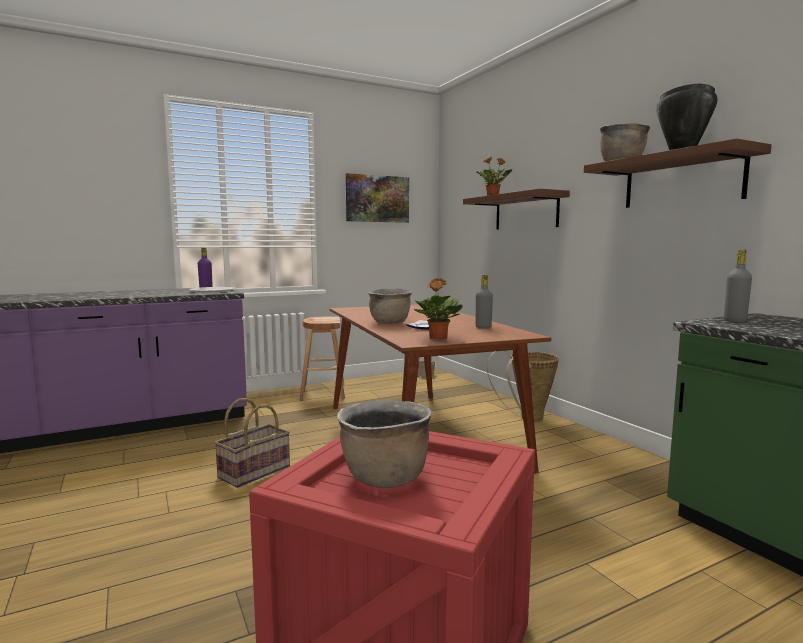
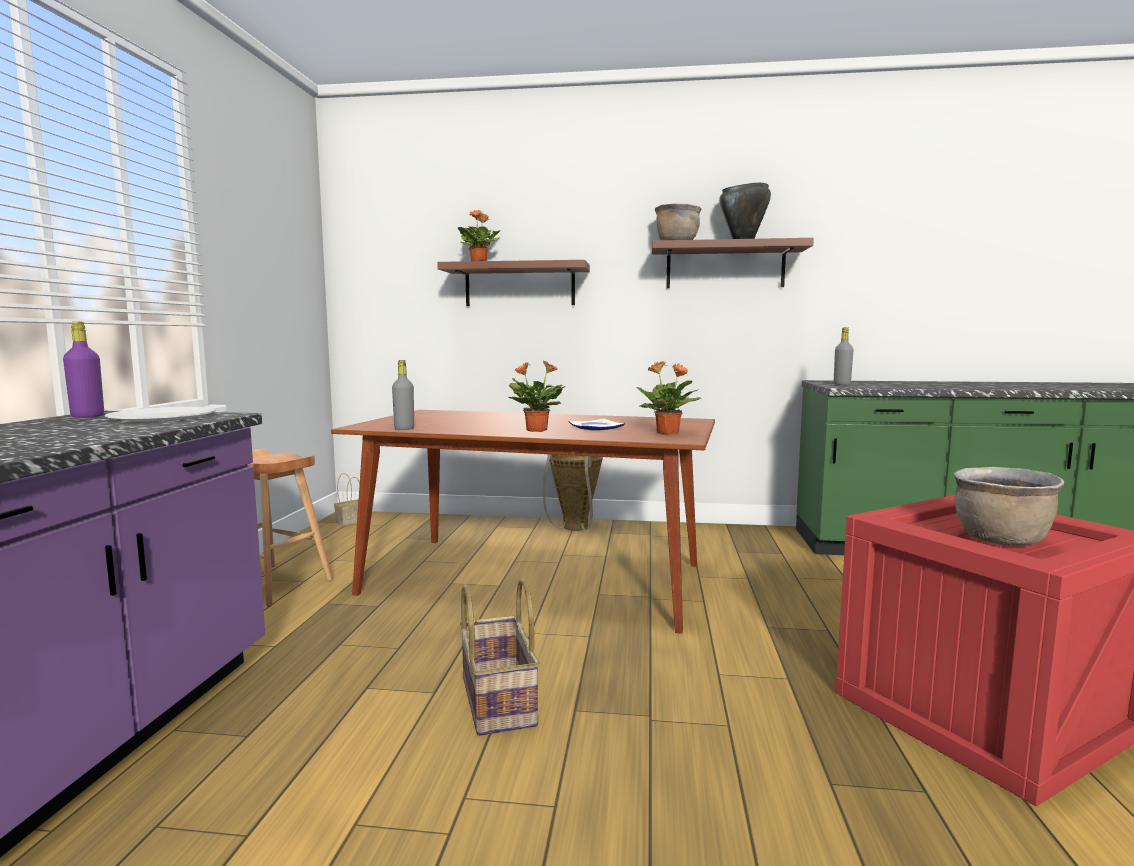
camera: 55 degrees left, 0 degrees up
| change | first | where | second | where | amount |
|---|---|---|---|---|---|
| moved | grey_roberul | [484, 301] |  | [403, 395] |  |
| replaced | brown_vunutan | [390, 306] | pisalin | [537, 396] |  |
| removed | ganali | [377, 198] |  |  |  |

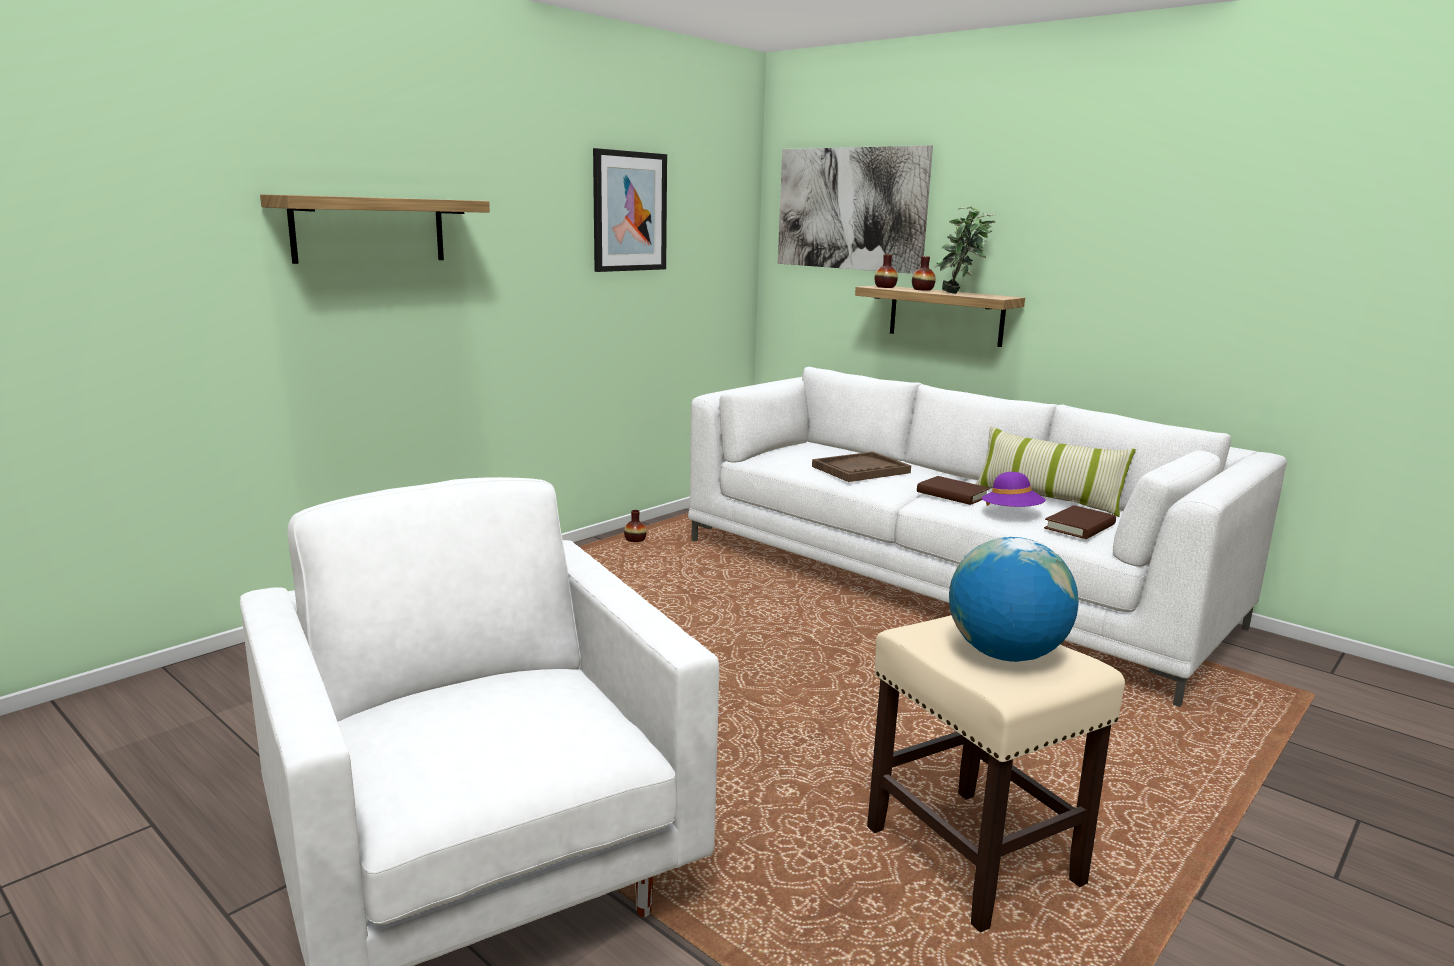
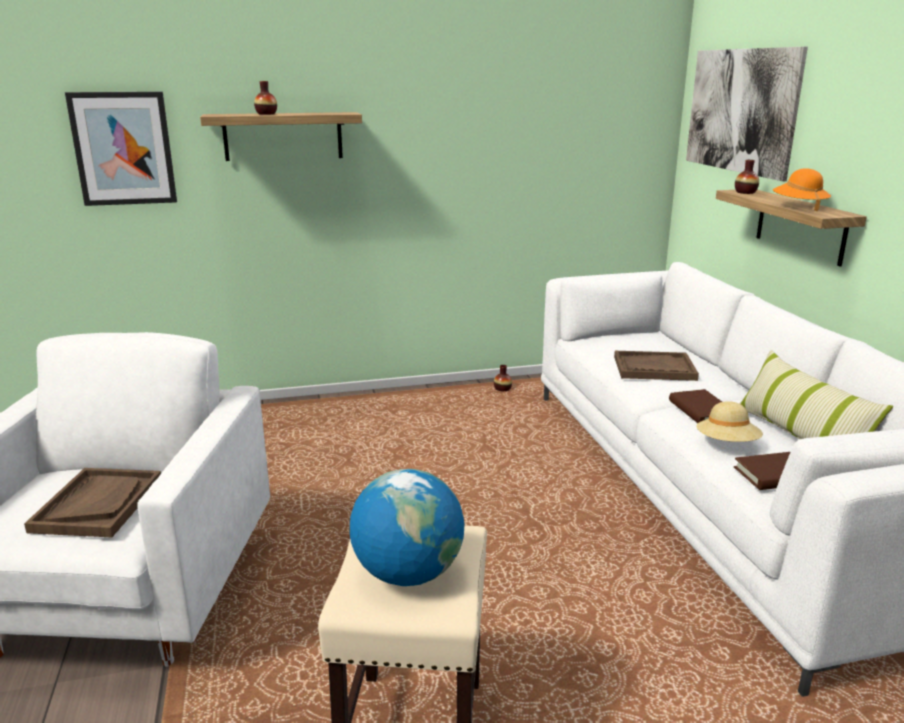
camera: 35 degrees right, 5 degrees up
| change | first | where | second | where | amount |
|---|---|---|---|---|---|
| added |  |  | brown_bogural | [92, 502] |  |
| moved | ganali | [630, 210] |  | [121, 149] |  |
| moved | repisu | [924, 273] |  | [265, 98] |  |
| recoloured | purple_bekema | [1014, 489] | beige_bekema | [730, 421] |  |
| replaced | pisalin | [964, 250] | orange_bekema | [802, 189] |  |

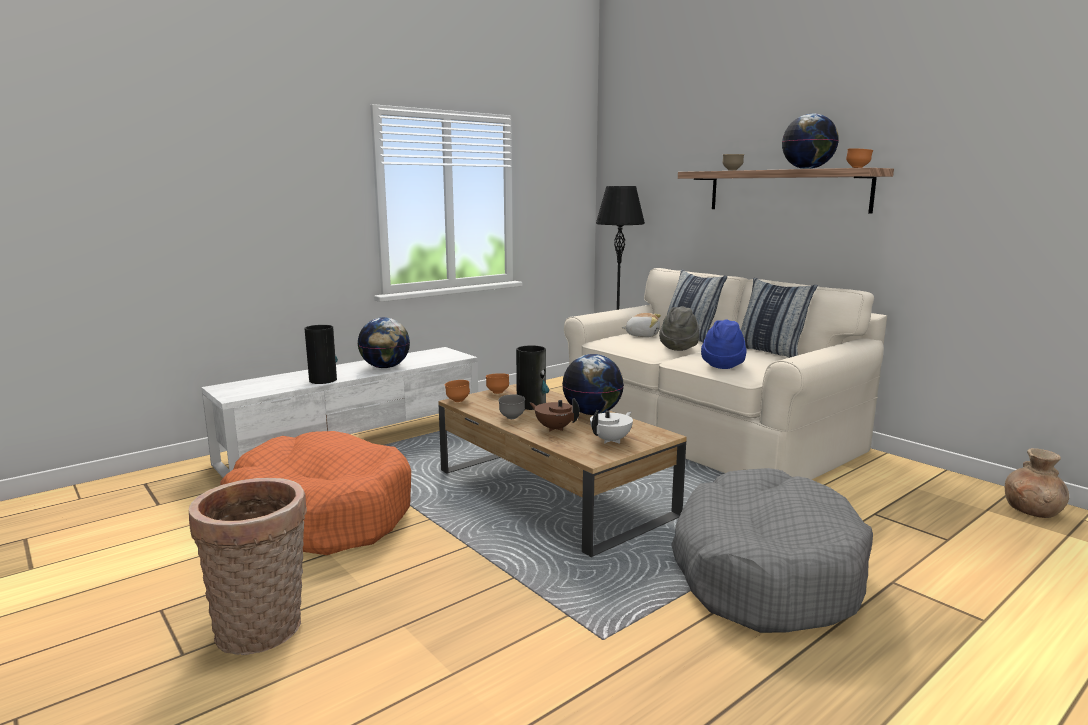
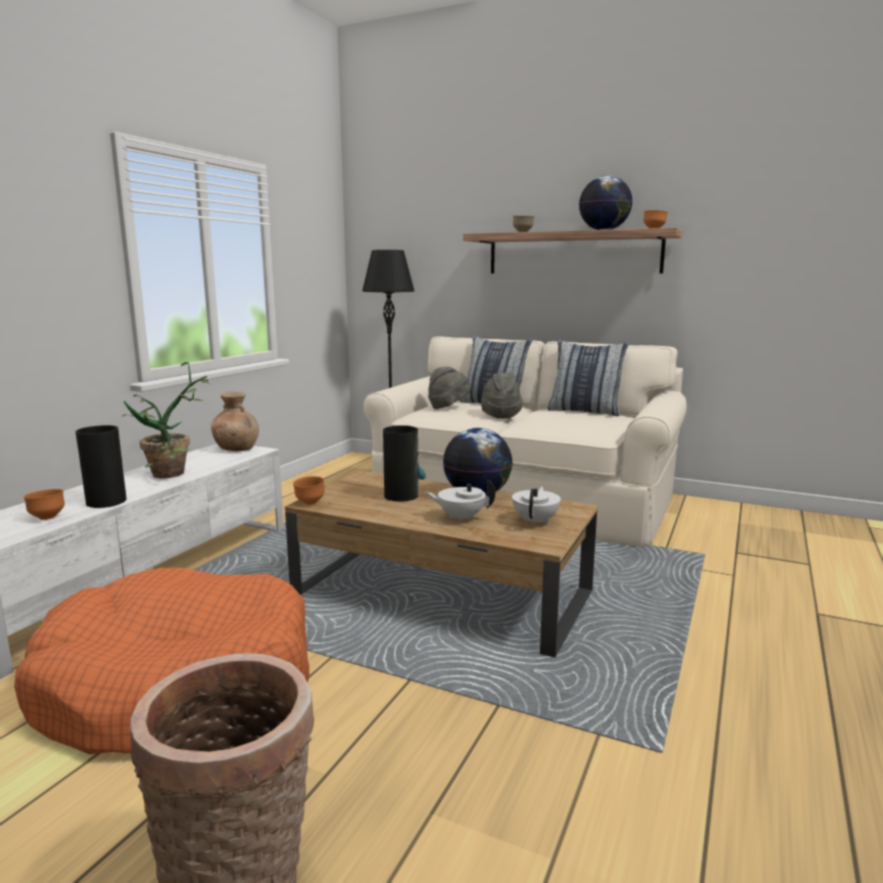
camera: 25 degrees left, 0 degrees up
| change | first | where | second | where | amount |
|---|---|---|---|---|---|
| moved | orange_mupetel | [497, 383] |  | [44, 504] |  |
| replaced | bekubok | [384, 342] | pisalin | [166, 420] |  |
| moved | brown_repisu | [1037, 483] |  | [235, 421] |  |
| recoloured | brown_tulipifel | [555, 414] | white_tulipifel | [460, 500] |  |
| replaced | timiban | [641, 325] | grey_bekema | [449, 388] |  |
| removed | grey_mupetel | [511, 406] |  |  |  |
| removed | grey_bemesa | [772, 550] |  |  |  |
| removed | blue_bekema | [724, 344] |  |  |  |

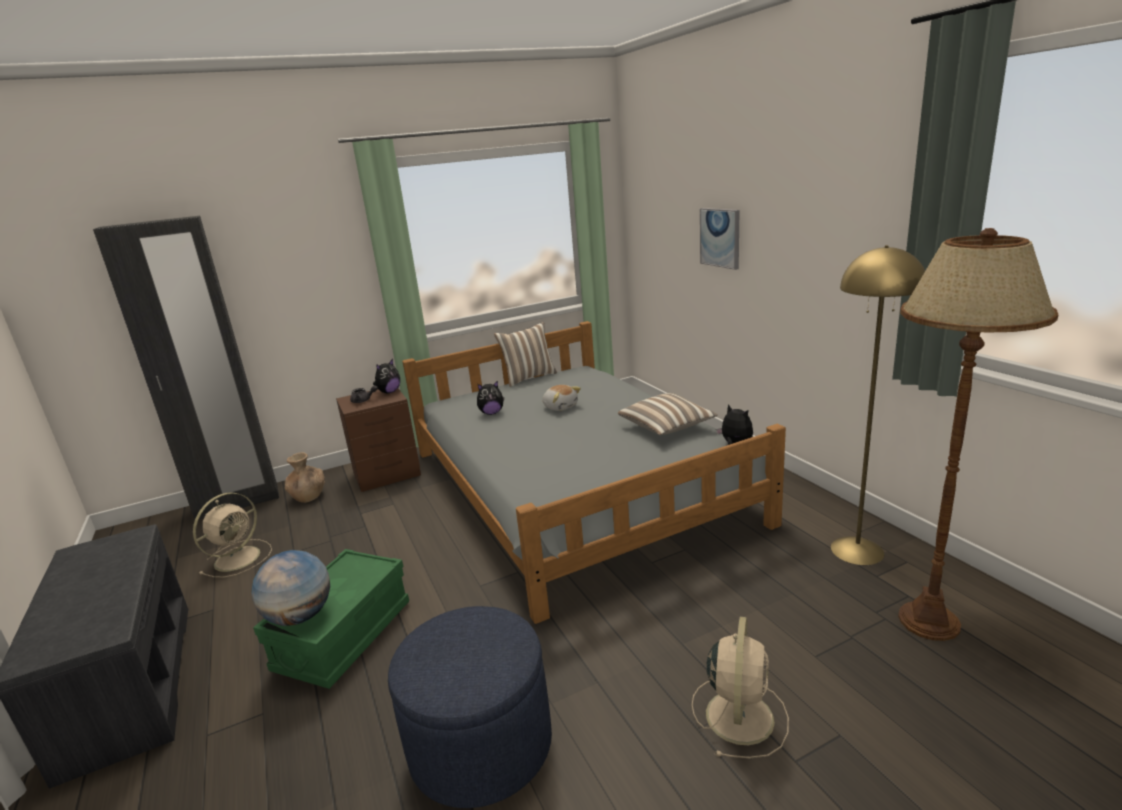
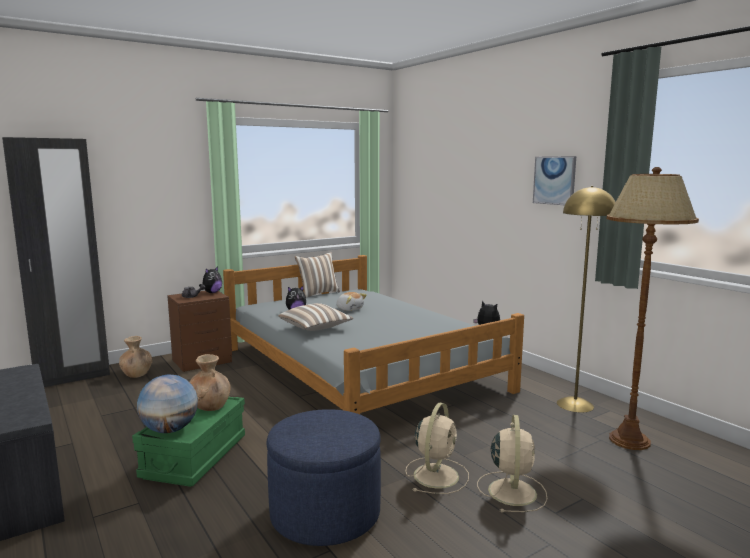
camera: 10 degrees left, 10 degrees down
| change | first | where | second | where | amount |
|---|---|---|---|---|---|
| added |  |  | brown_repisu | [210, 382] |  |
| moved | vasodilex | [668, 414] |  | [316, 317] |  |
| moved | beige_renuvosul | [232, 534] |  | [437, 448] |  |
| moved | ganali | [720, 239] |  | [554, 180] |  |

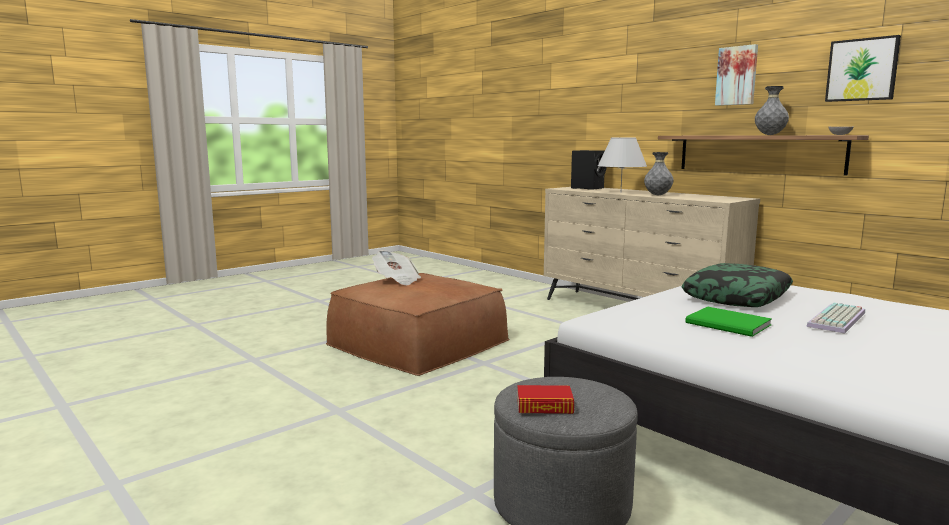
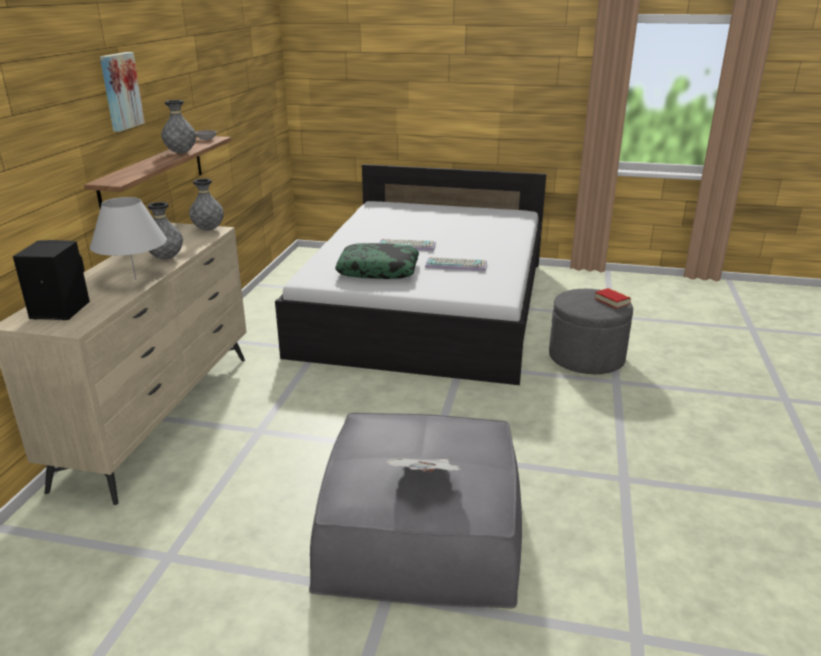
camera: 125 degrees left, 15 degrees up
| change | first | where | second | where | amount |
|---|---|---|---|---|---|
| added |  |  | grey_repisu | [206, 204] |  |
| recoloured | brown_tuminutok | [417, 324] | grey_tuminutok | [415, 510] |  |
| replaced | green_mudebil | [728, 322] | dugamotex | [456, 264] |  |
| removed | ganali | [863, 68] |  |  |  |

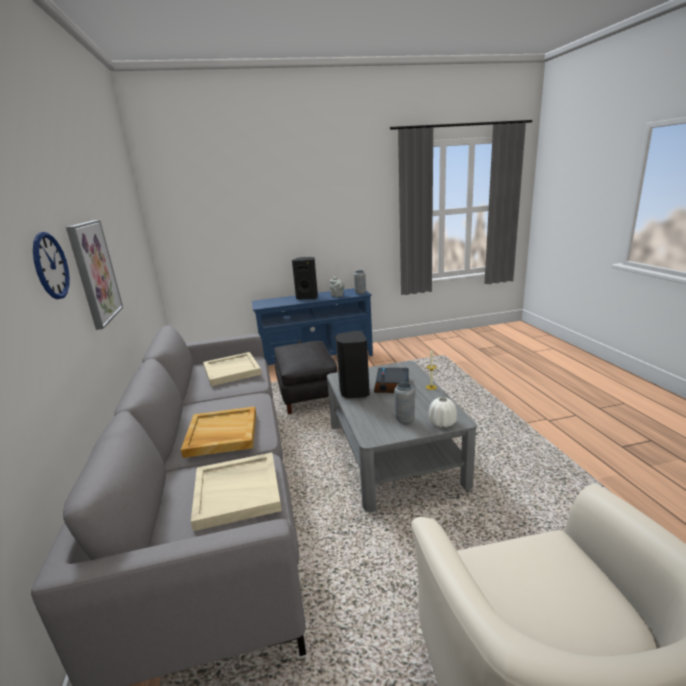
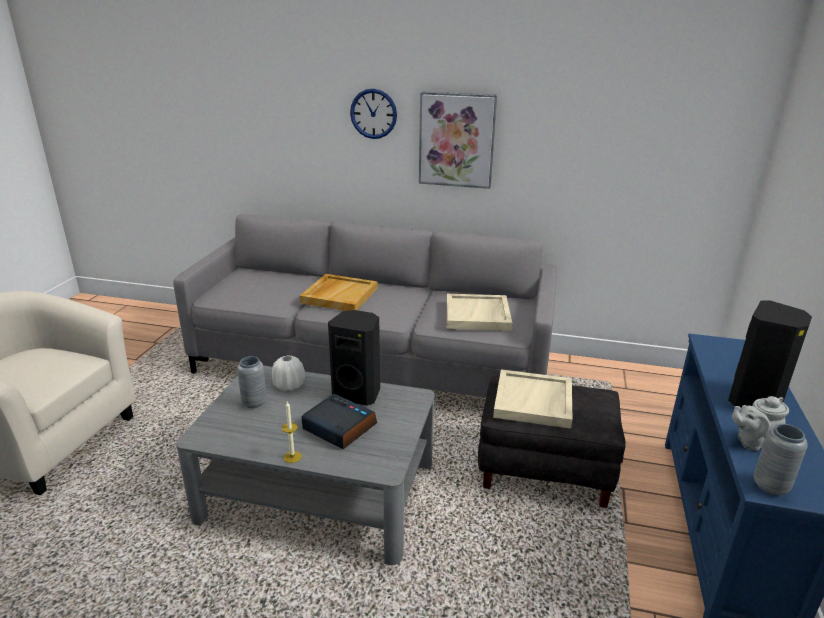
camera: 115 degrees right, 5 degrees up
| change | first | where | second | where | amount |
|---|---|---|---|---|---|
| moved | white_repisu | [442, 412] |  | [288, 373] |  |
| moved | beige_bogural | [236, 491] |  | [532, 399] |  |

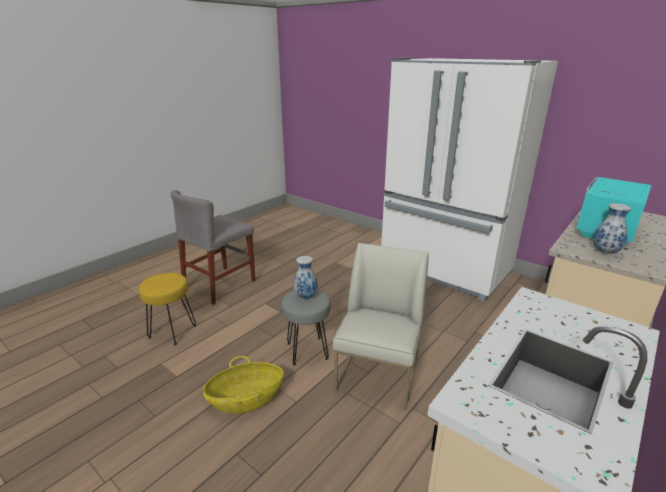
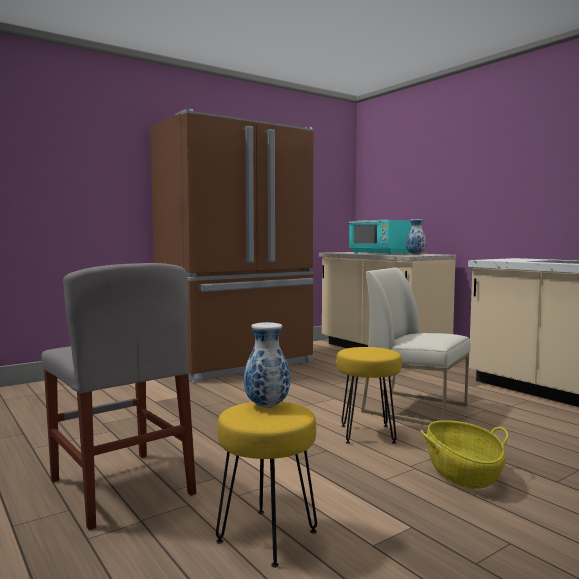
camera: 75 degrees left, 20 degrees down
| change | first | where | second | where | amount |
|---|---|---|---|---|---|
| recoloured | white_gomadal | [469, 180] | brown_gomadal | [232, 245] |  |
| moved | repisu | [305, 277] |  | [267, 365] |  |
| recoloured | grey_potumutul | [306, 328] | yellow_potumutul | [369, 395] |  |

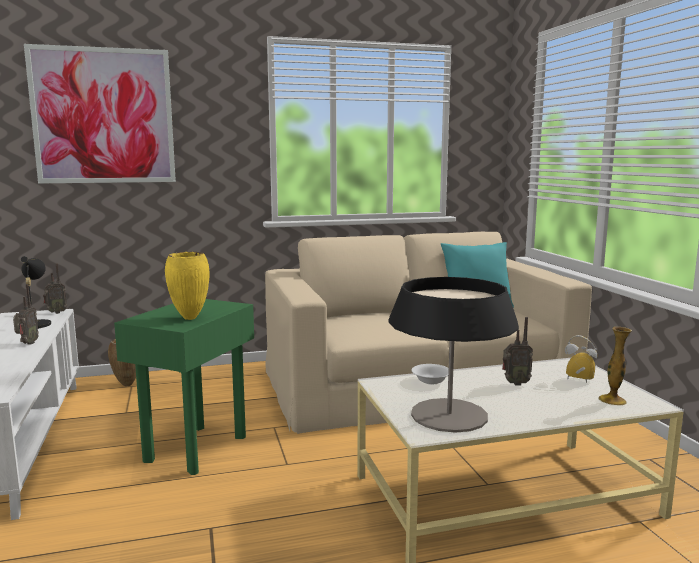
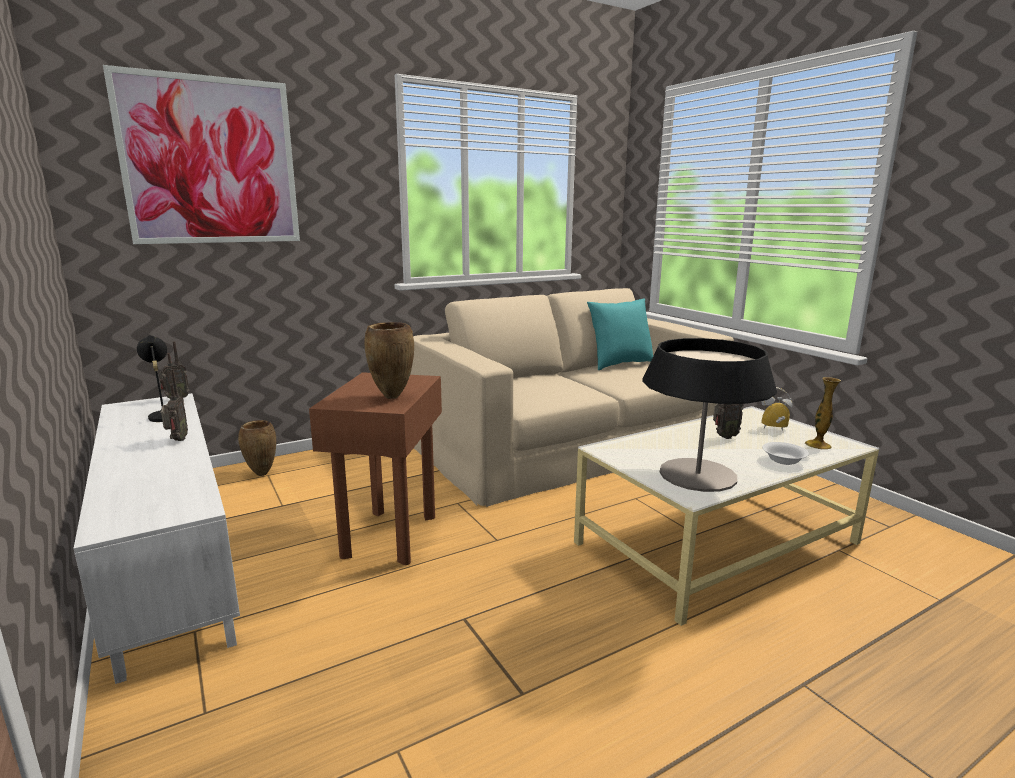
camera: 15 degrees left, 5 degrees up
| change | first | where | second | where | amount |
|---|---|---|---|---|---|
| recoloured | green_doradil | [184, 387] | brown_doradil | [375, 468] |  |
| recoloured | yellow_repisu | [187, 286] | brown_repisu | [389, 360] |  |
| moved | white_mupetel | [430, 374] |  | [785, 453] |  |

